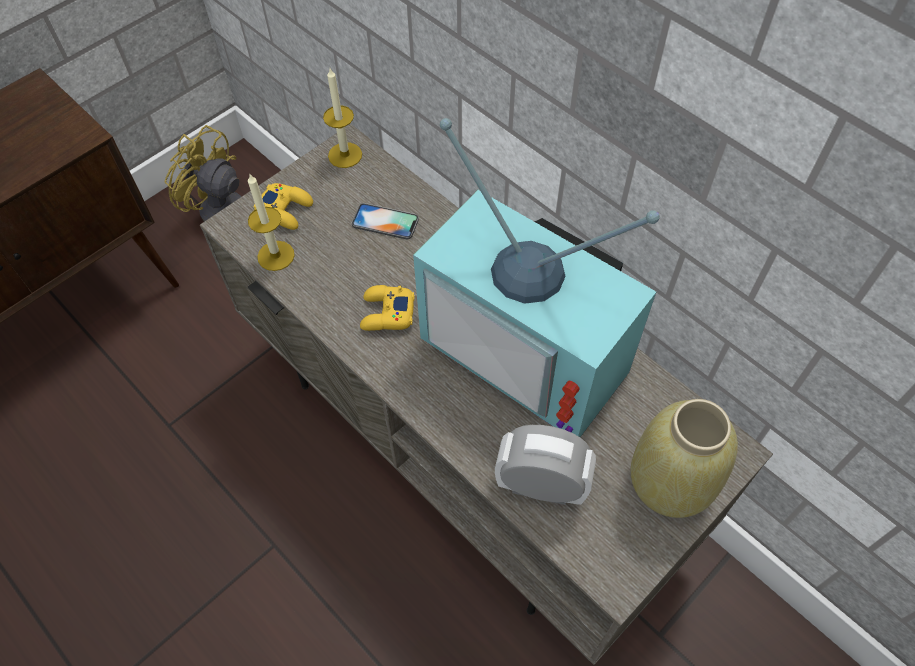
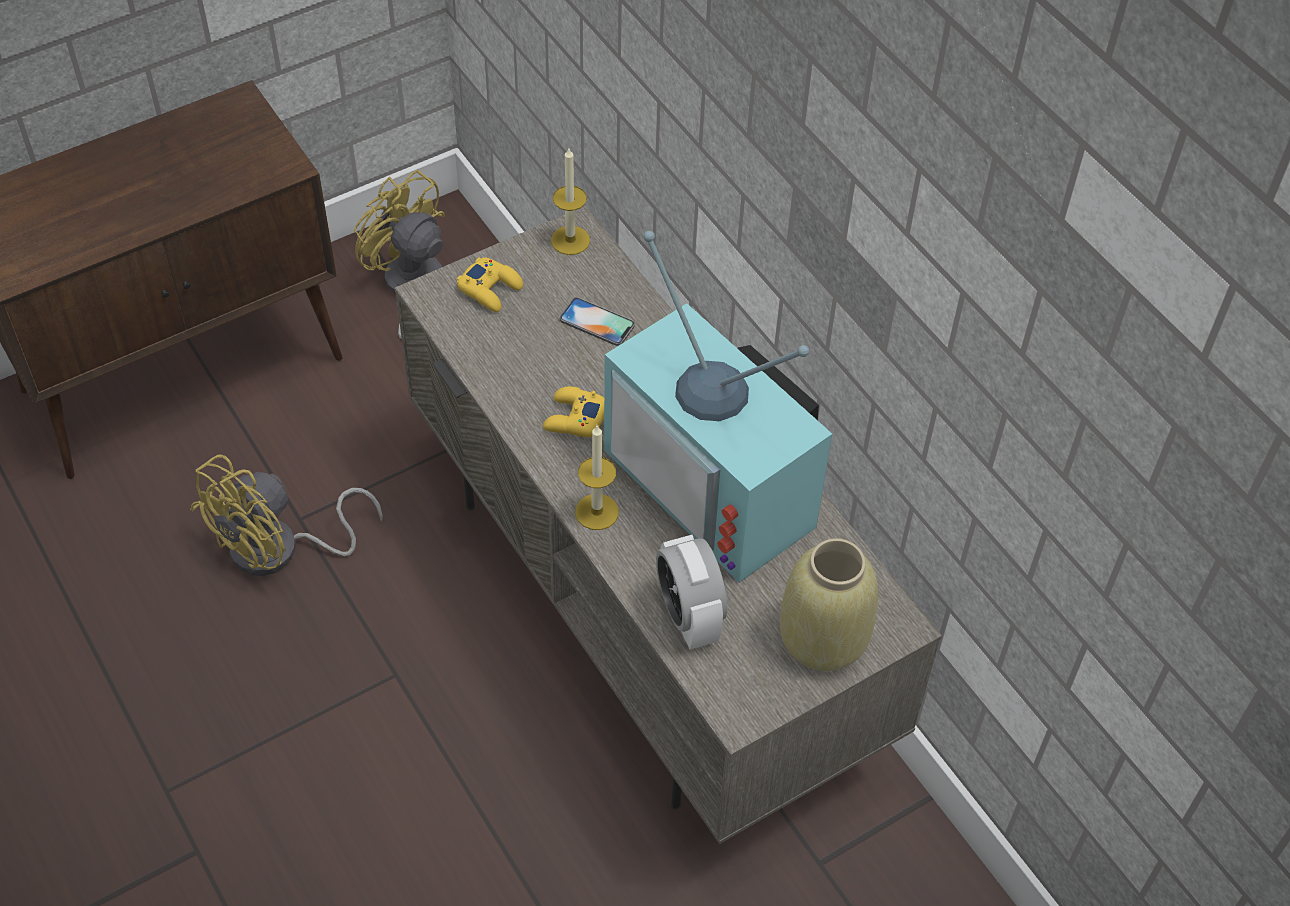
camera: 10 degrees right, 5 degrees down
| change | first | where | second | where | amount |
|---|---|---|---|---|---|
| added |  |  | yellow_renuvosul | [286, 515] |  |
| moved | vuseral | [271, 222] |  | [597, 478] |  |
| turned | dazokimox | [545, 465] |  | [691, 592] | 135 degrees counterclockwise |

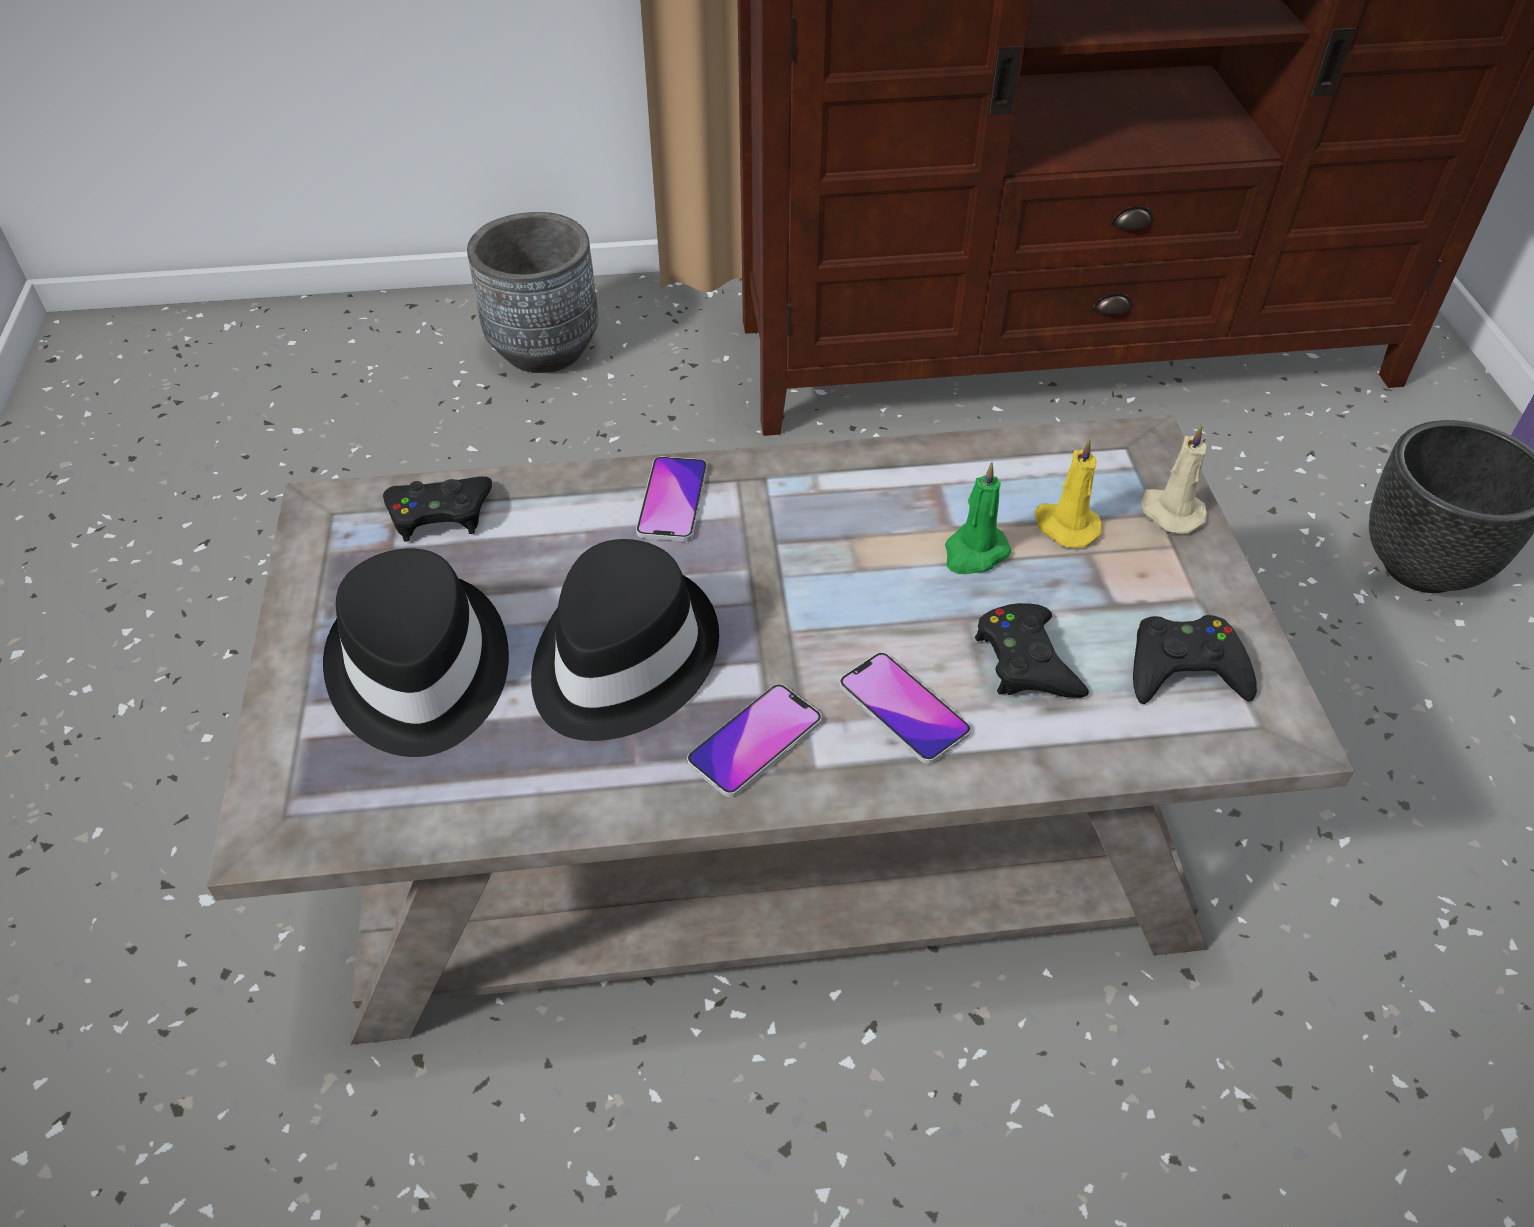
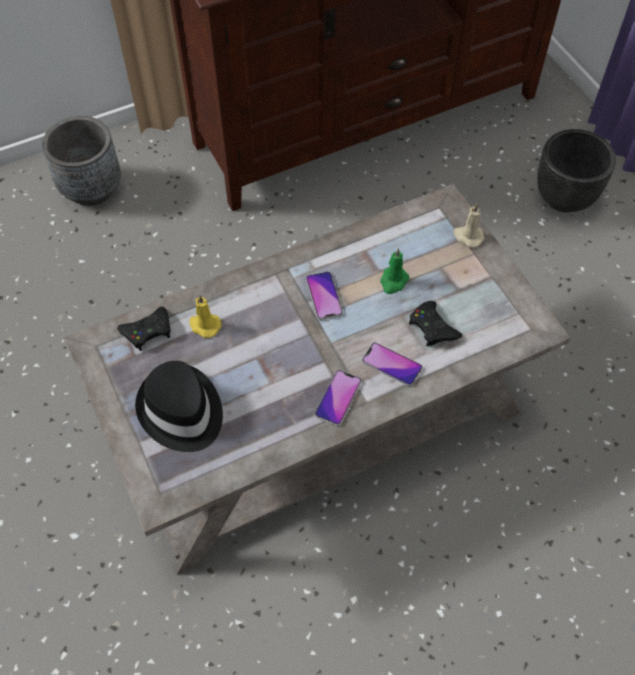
camera: 20 degrees left, 10 degrees up
| change | first | where | second | where | amount |
|---|---|---|---|---|---|
| moved | yellow_vuseral | [1068, 493] |  | [205, 316] |  |
| moved | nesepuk | [671, 499] |  | [324, 296] |  |
| removed | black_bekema | [625, 640] |  |  |  |
| removed | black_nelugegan | [1195, 659] |  |  |  |

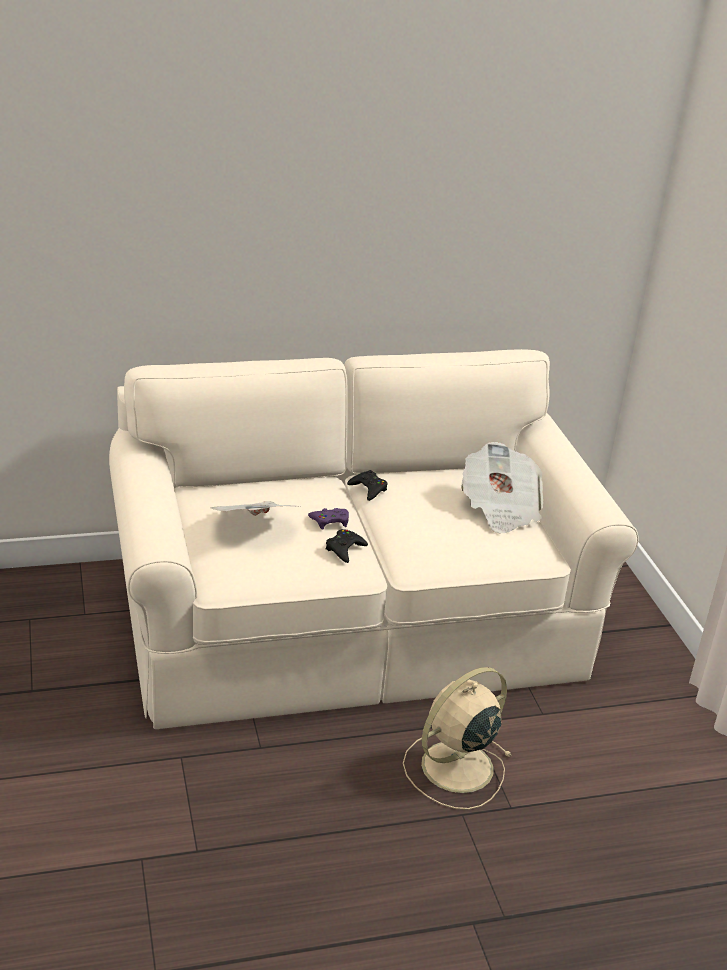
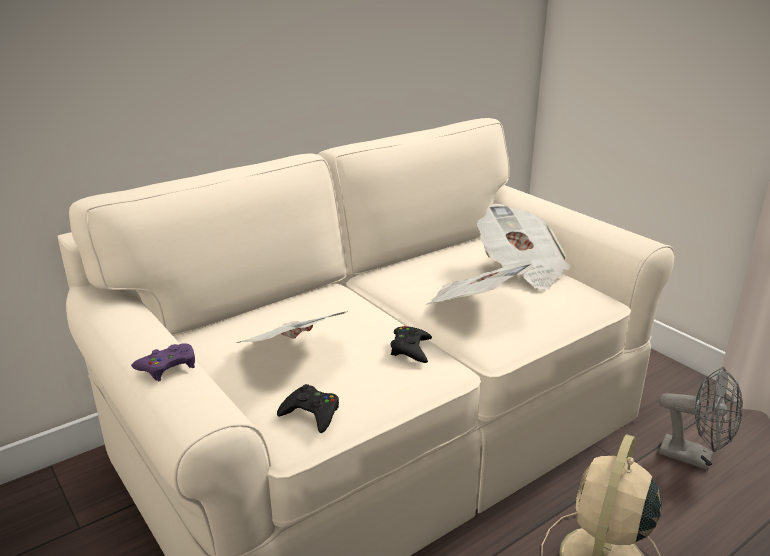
camera: 20 degrees left, 5 degrees down
| change | first | where | second | where | amount |
|---|---|---|---|---|---|
| moved | purple_nelugegan | [328, 519] |  | [163, 362] |  |
| moved | black_nelugegan | [367, 485] |  | [308, 408] |  |
| added |  |  | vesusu | [479, 282] |  |
| added |  |  | grey_renuvosul | [701, 418] |  |

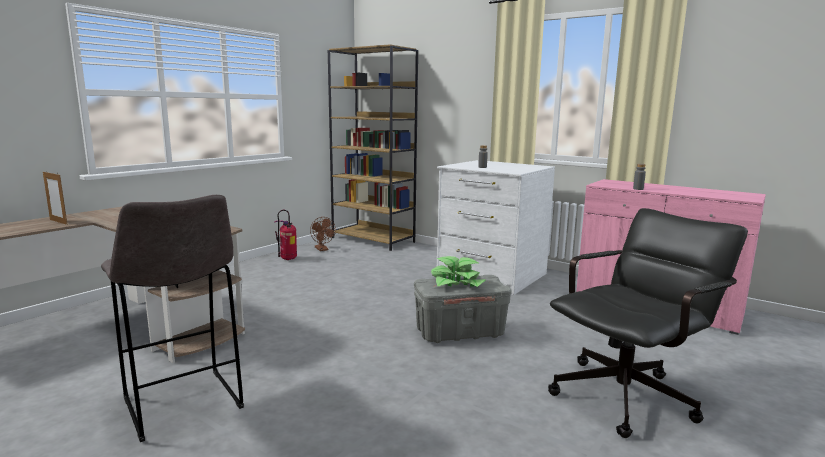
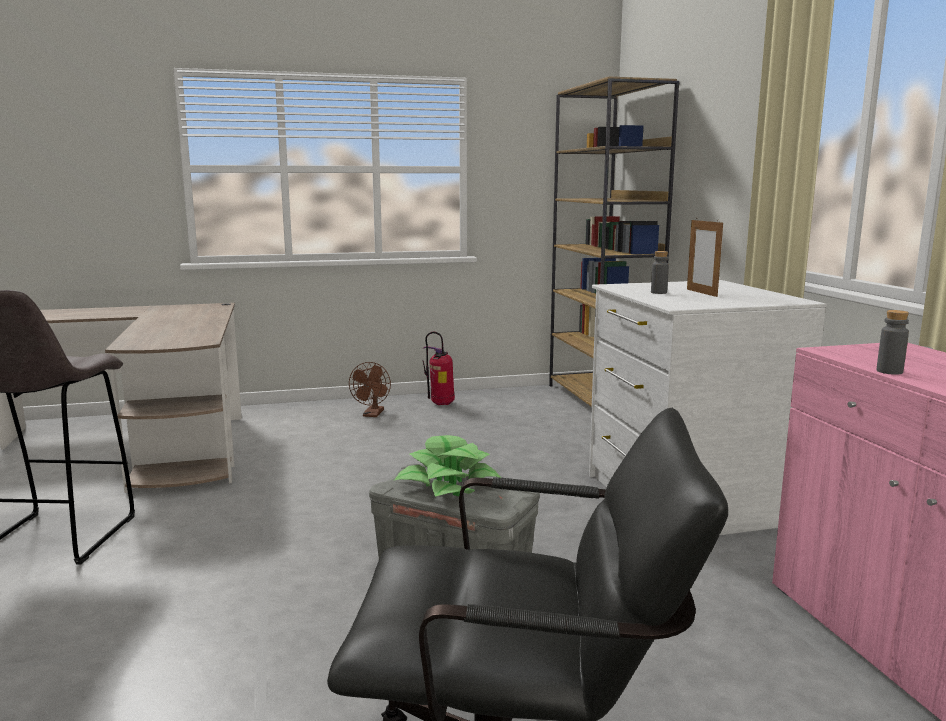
camera: 40 degrees right, 0 degrees up
| change | first | where | second | where | amount |
|---|---|---|---|---|---|
| moved | brown_renuvosul | [323, 234] |  | [370, 389] |  |
| moved | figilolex | [55, 197] |  | [705, 257] |  |

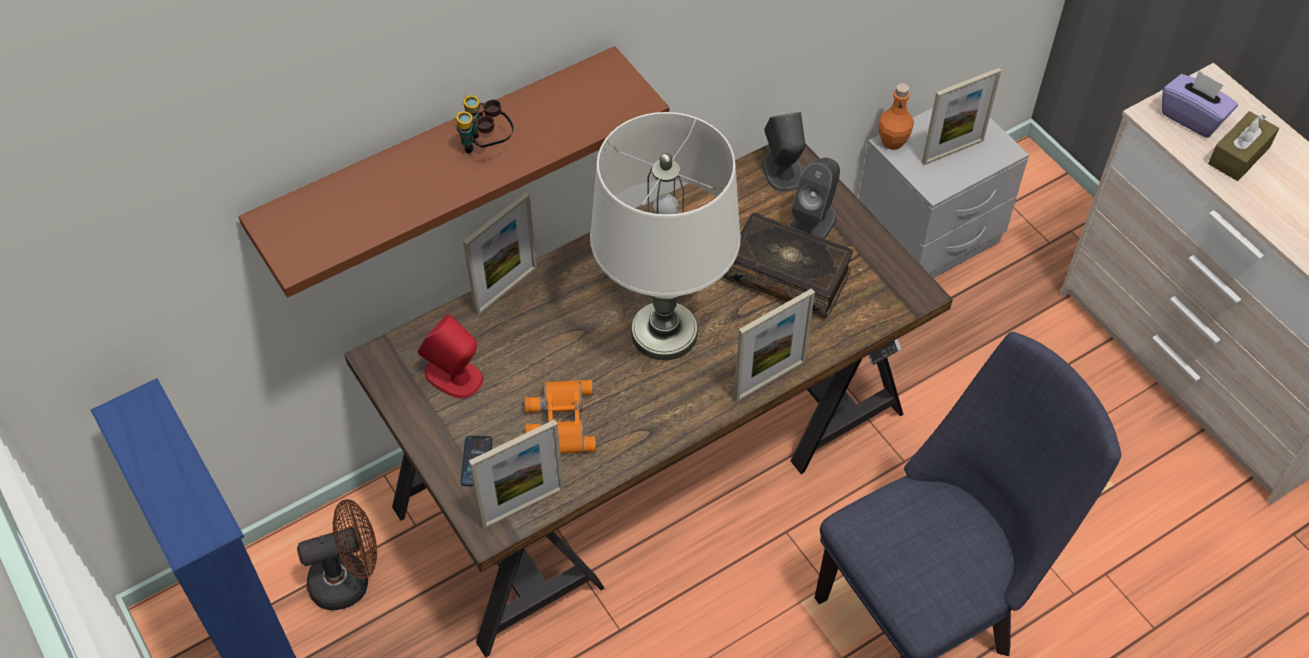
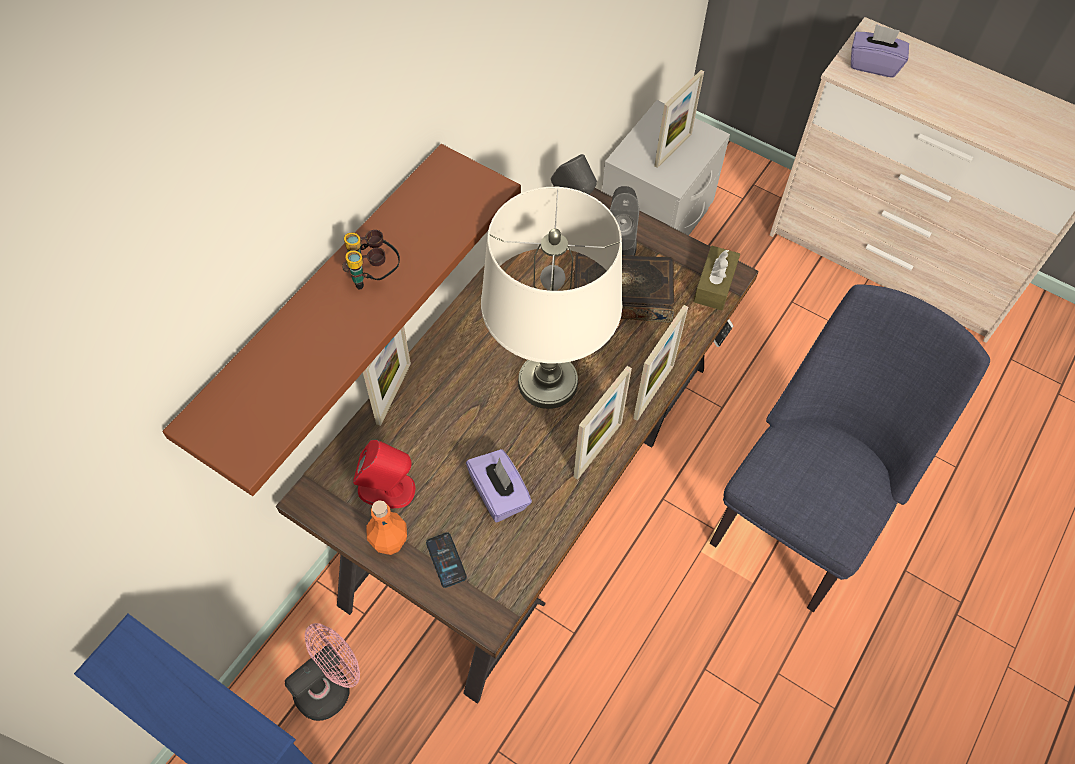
camera: 25 degrees left, 5 degrees up
| change | first | where | second | where | amount |
|---|---|---|---|---|---|
| recoloured | brown_renuvosul | [337, 554] | pink_renuvosul | [322, 672] |  |
| moved | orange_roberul | [896, 116] |  | [386, 527] |  |
| replaced | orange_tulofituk | [560, 417] | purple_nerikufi | [499, 485] |  |
| moved | figilolex | [516, 474] |  | [602, 423] |  |
| moved | brown_nerikufi | [1243, 146] |  | [716, 278] |  |

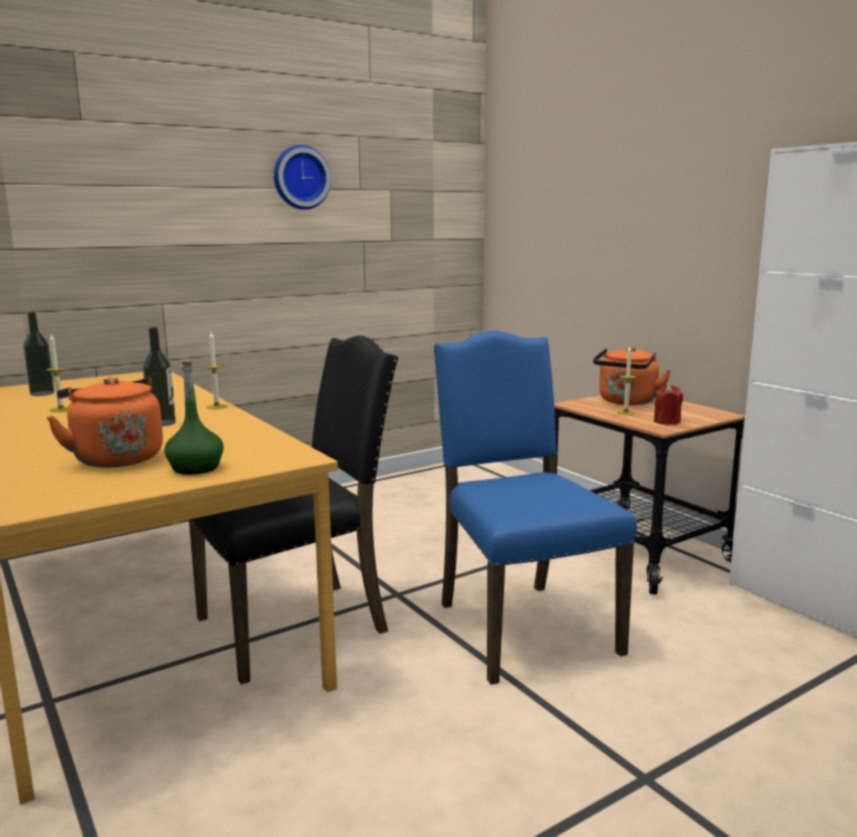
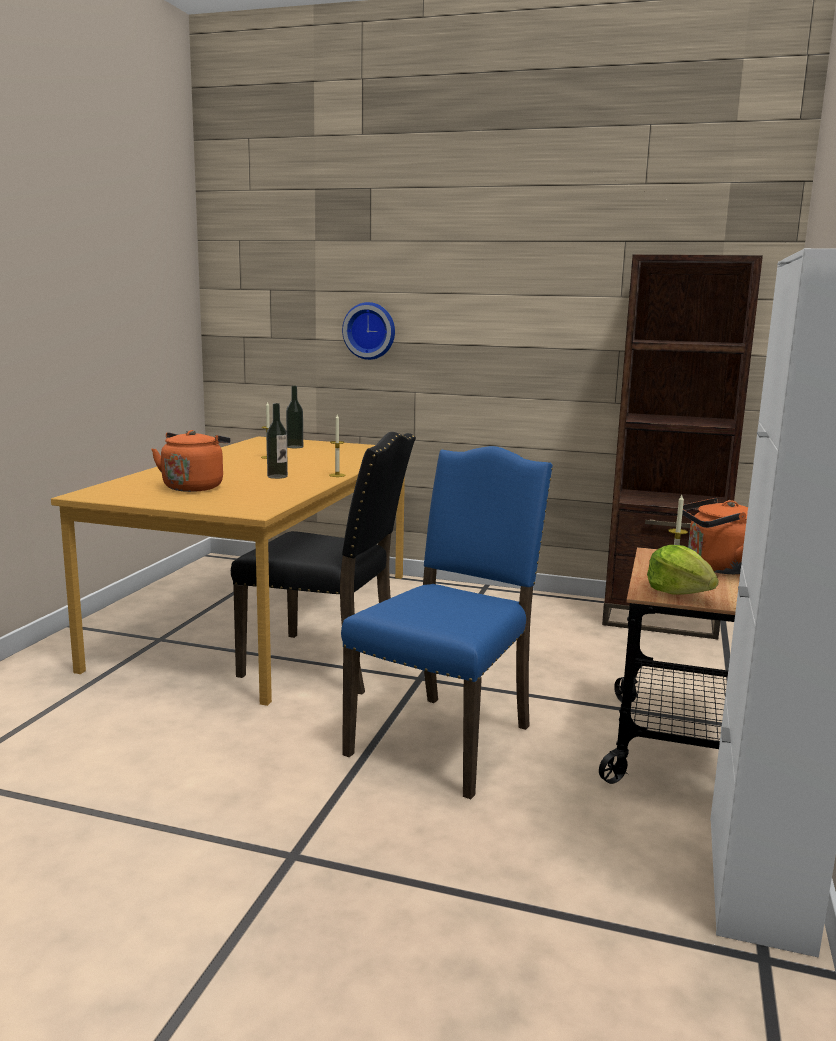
camera: 50 degrees right, 0 degrees up
| change | first | where | second | where | amount |
|---|---|---|---|---|---|
| moved | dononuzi | [302, 177] |  | [368, 331] |  |
| added |  |  | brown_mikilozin | [682, 447] |  |
| replaced | red_vuseral | [668, 404] | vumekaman | [683, 570] |  |
| removed | green_roberul | [194, 418] |  |  |  |

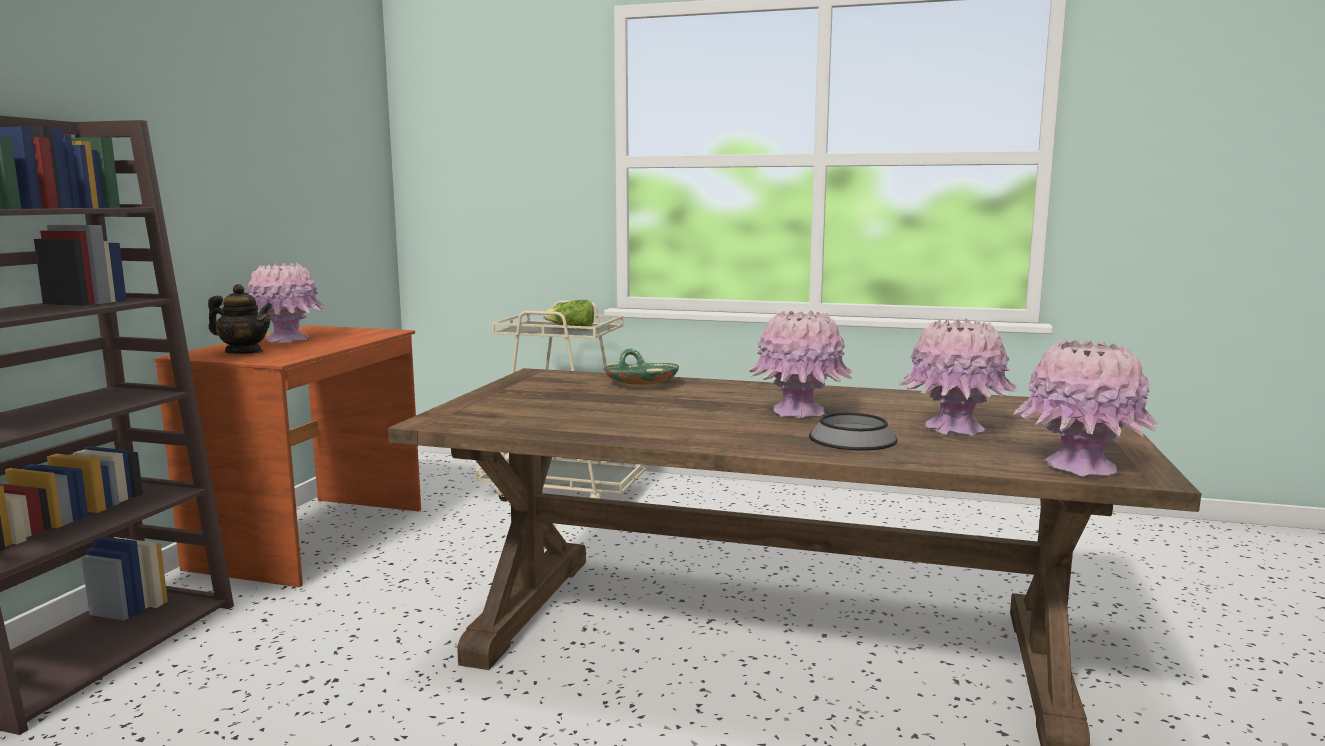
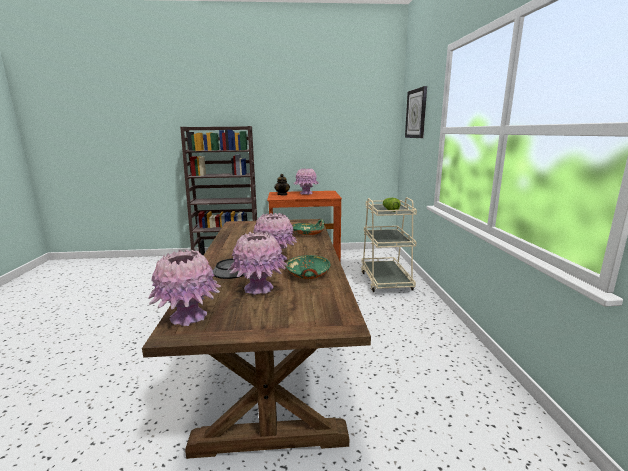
camera: 70 degrees right, 5 degrees up
| change | first | where | second | where | amount |
|---|---|---|---|---|---|
| added |  |  | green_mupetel | [308, 267] |  |
| added |  |  | dononuzi | [416, 112] |  |

